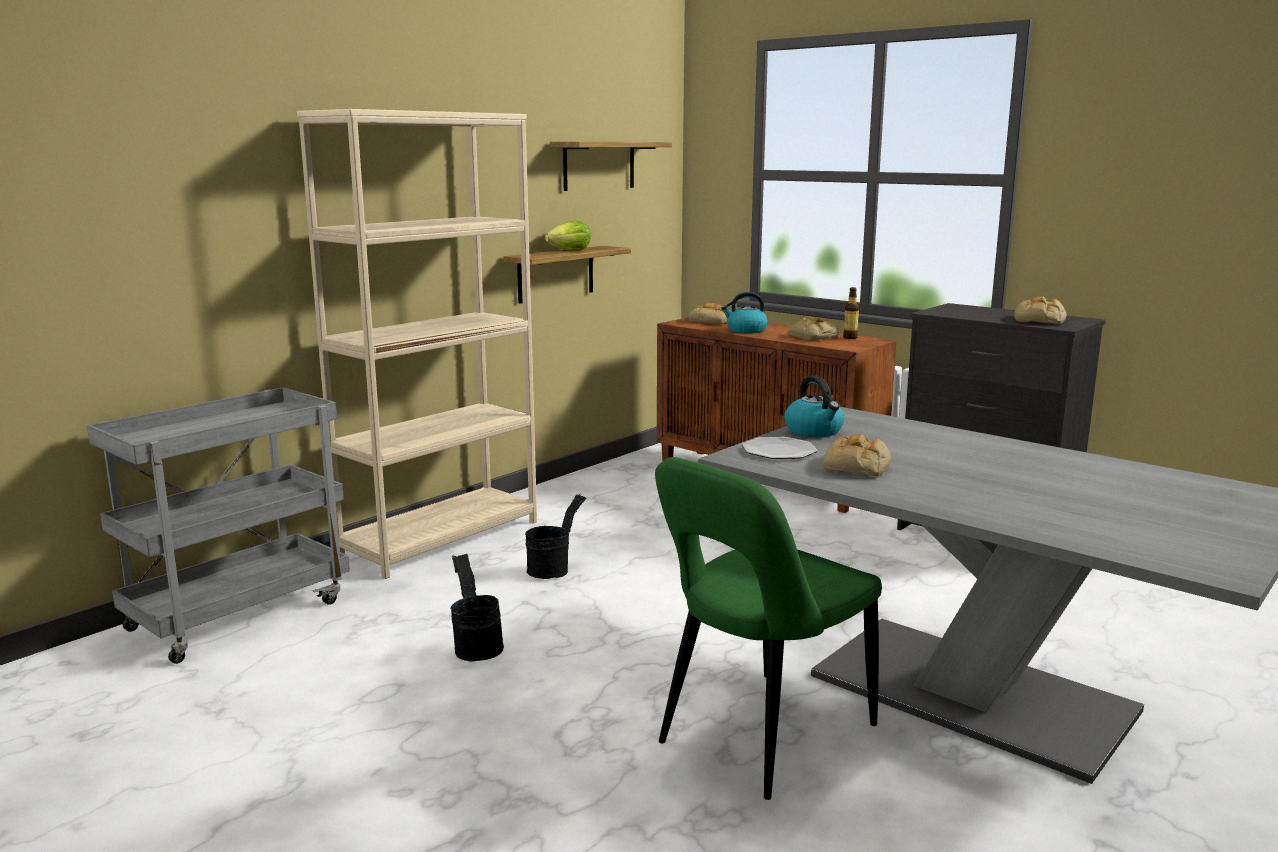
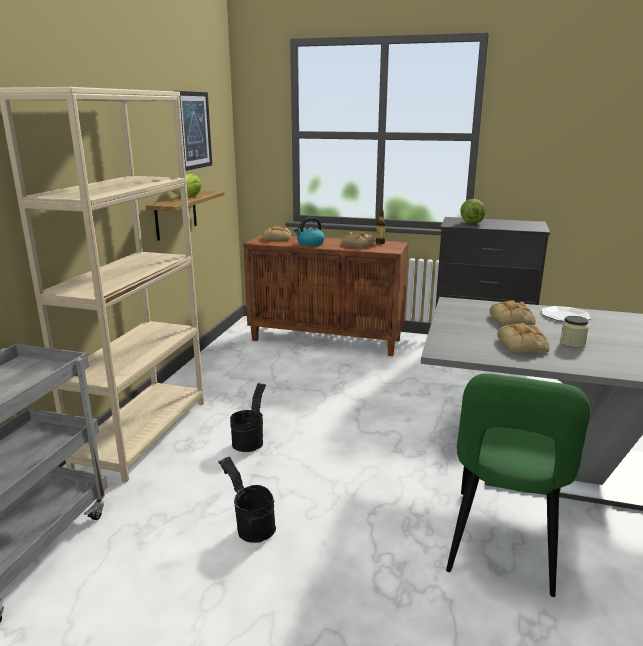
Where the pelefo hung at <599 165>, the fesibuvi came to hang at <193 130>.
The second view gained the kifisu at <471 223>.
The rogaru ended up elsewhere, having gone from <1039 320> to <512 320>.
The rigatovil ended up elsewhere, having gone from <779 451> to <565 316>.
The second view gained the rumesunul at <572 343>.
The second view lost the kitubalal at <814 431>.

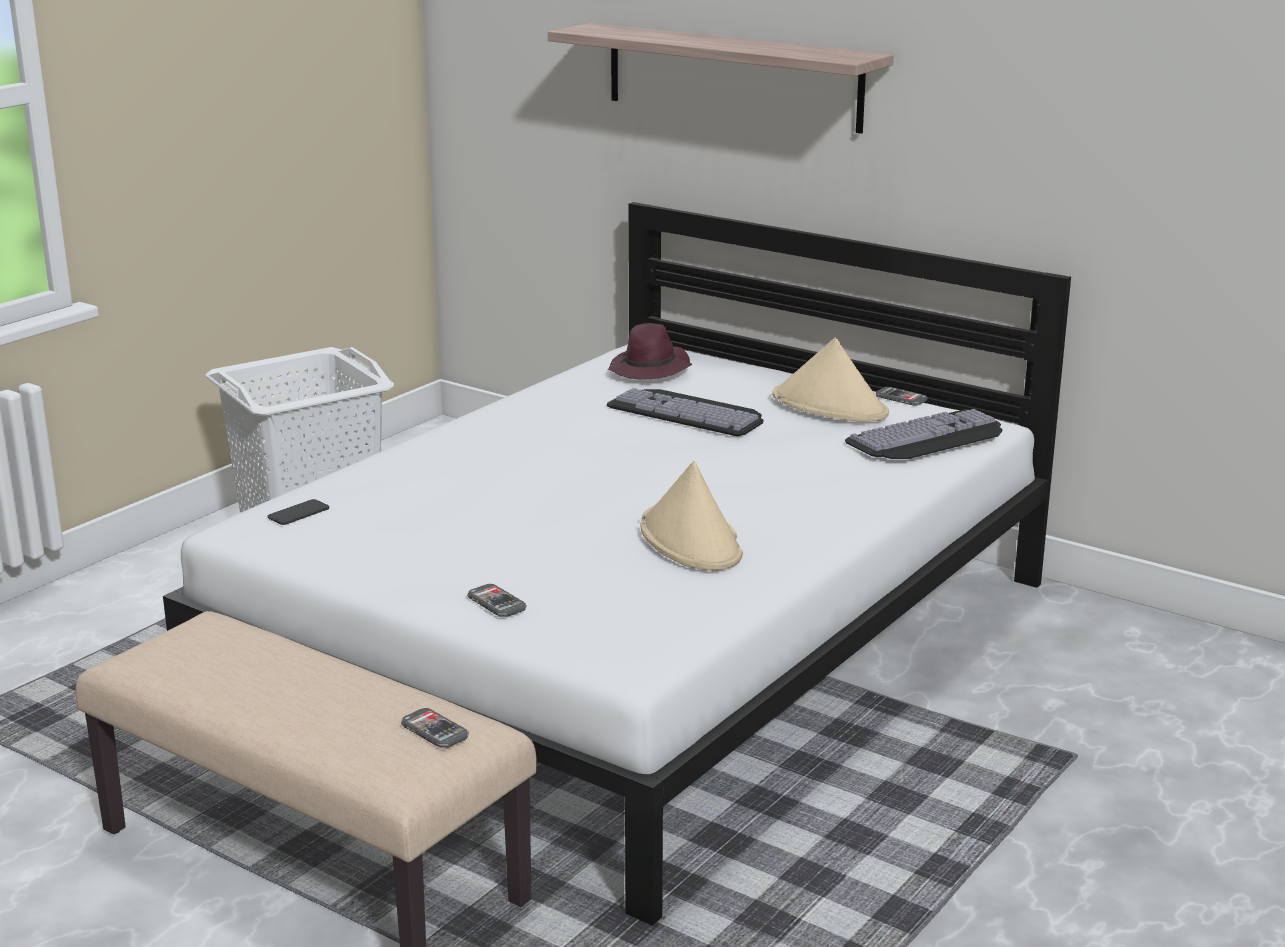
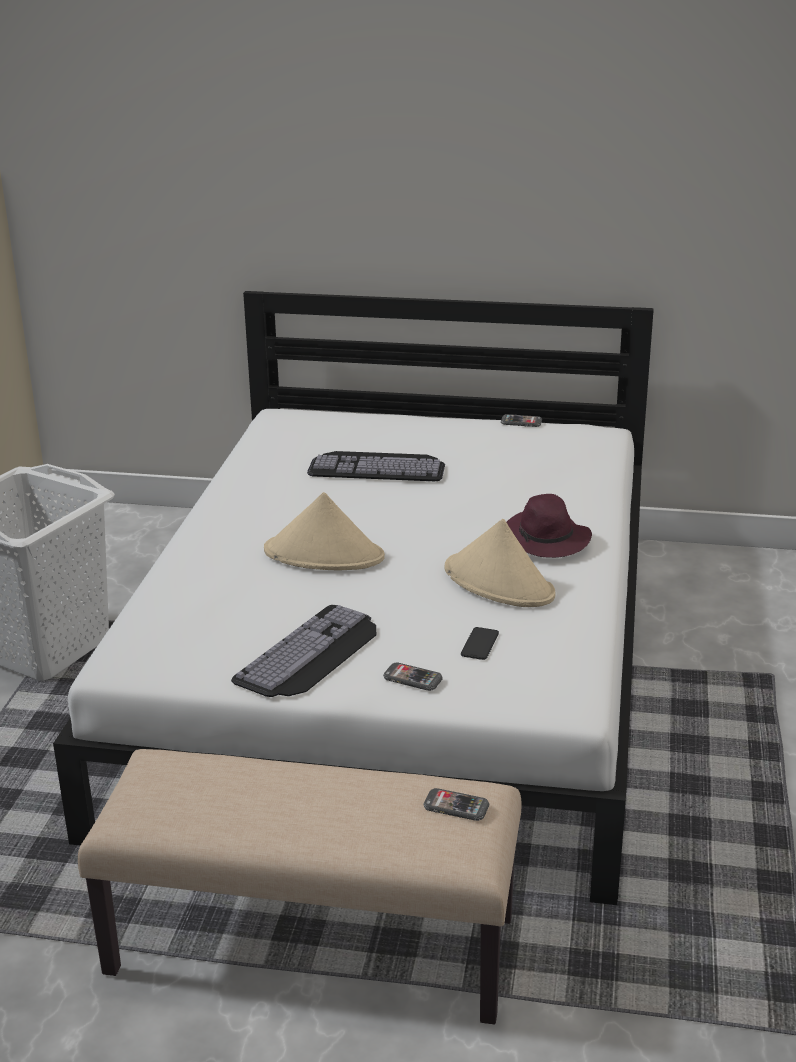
The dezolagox ended up elsewhere, having gone from <929 438> to <312 654>.
The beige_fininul ended up elsewhere, having gone from <830 405> to <324 554>.
The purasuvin ended up elsewhere, having gone from <298 513> to <480 644>.
The purple_fininul ended up elsewhere, having gone from <650 370> to <546 540>.
The second view lost the pelefo at <732 77>.

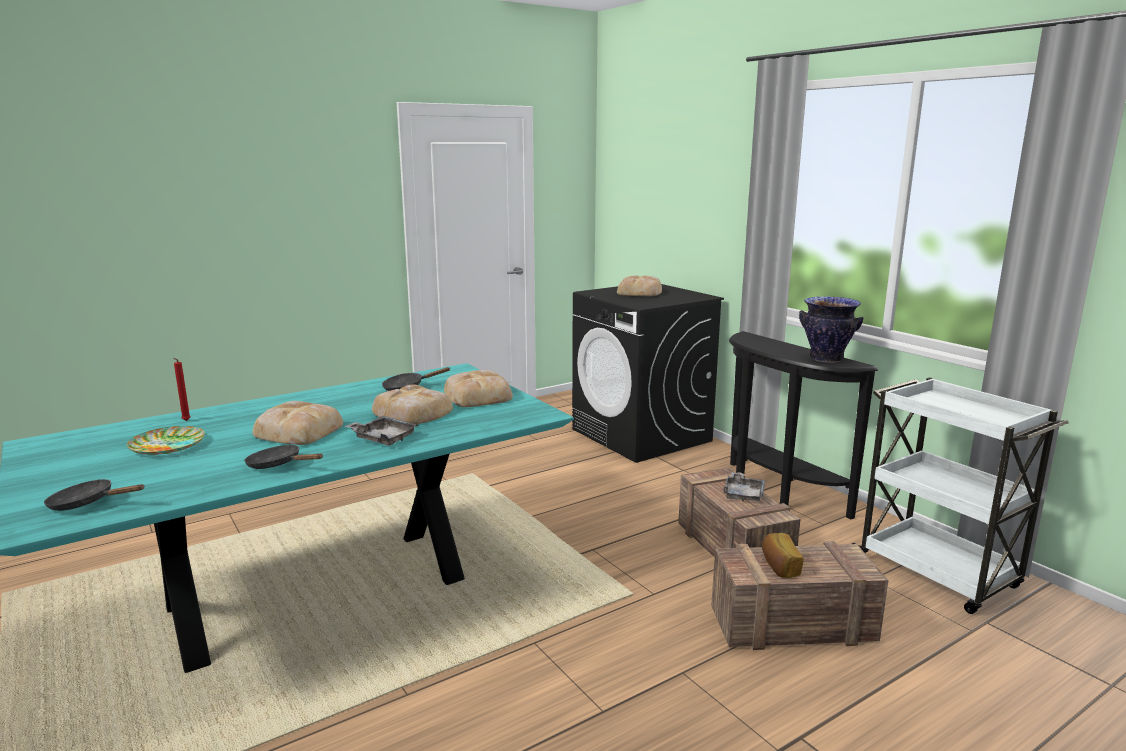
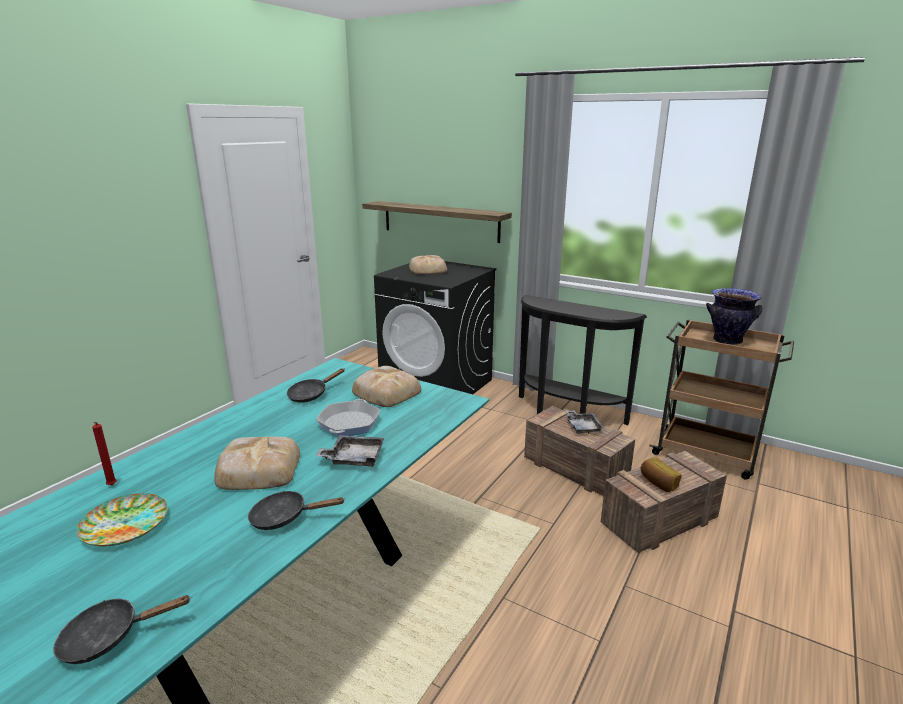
Where the rogaru stood at <413 413>, the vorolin came to stand at <349 423>.
The second view gained the pelefo at <440 221>.
What was the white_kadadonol at <938 574> turned into the brown_kadadonol at <707 454>.
The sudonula ended up elsewhere, having gone from <826 359> to <727 341>.

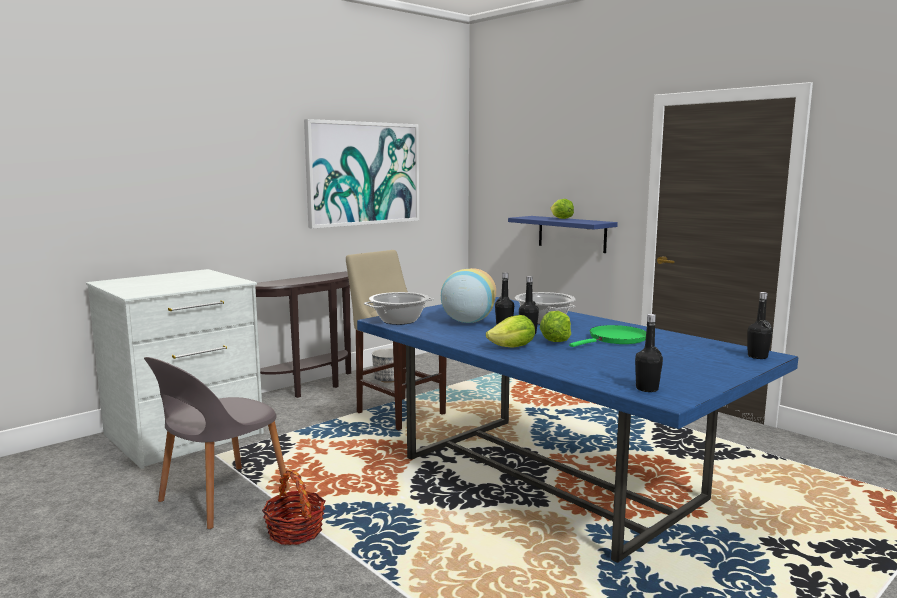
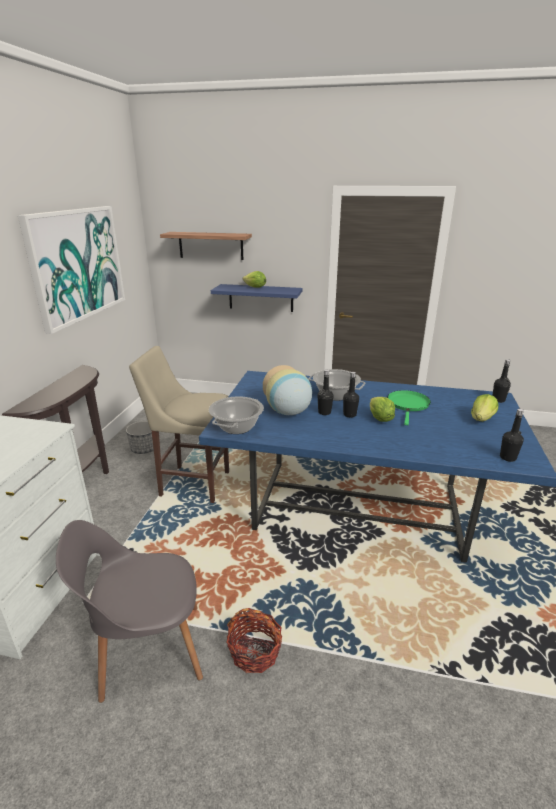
The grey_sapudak at <221 497> ended up facing another way, 75 degrees clockwise from before.
The second view gained the pelefo at <211 245>.
The kifisu ended up elsewhere, having gone from <513 347> to <482 419>.

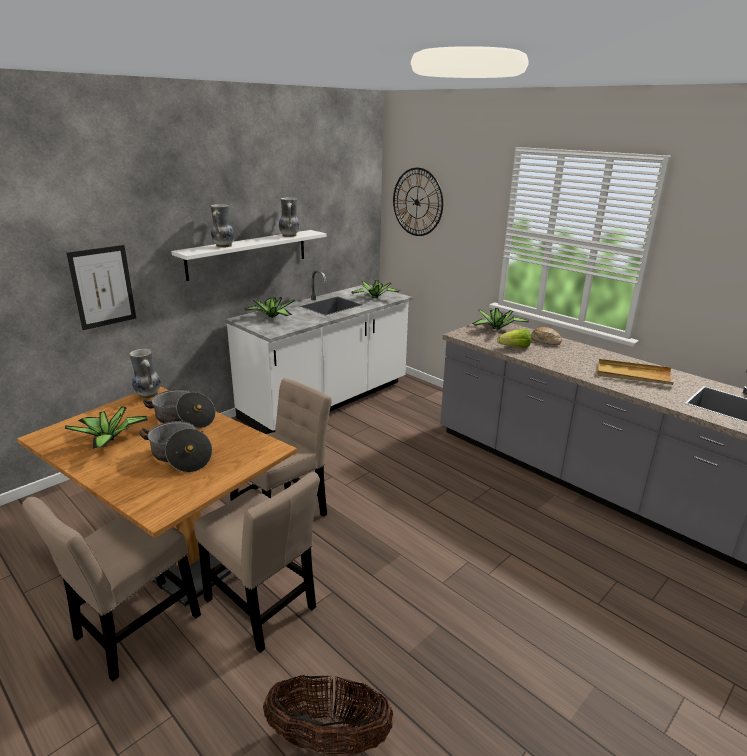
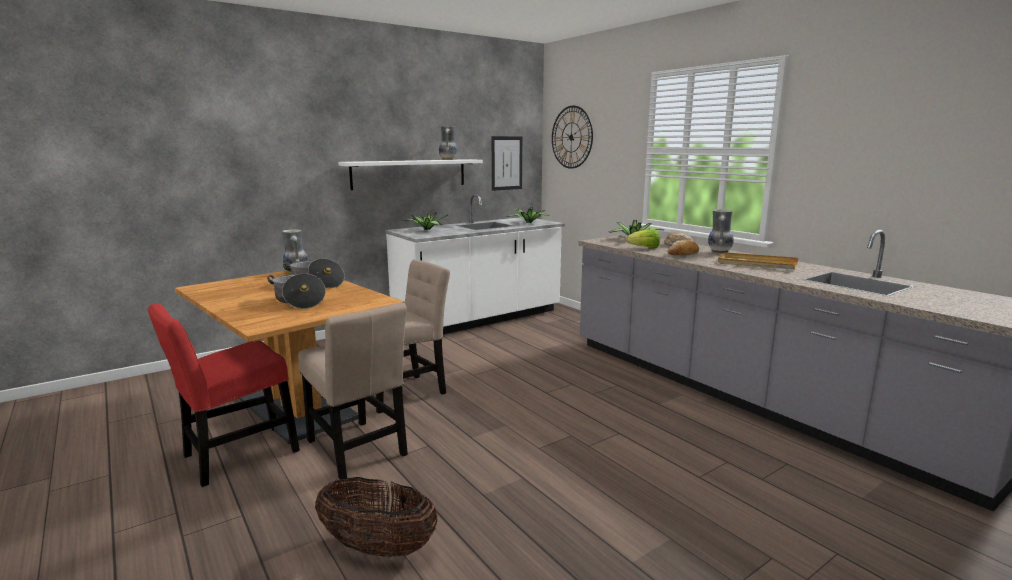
What was the beige_sapudak at <133 631> turned into the red_sapudak at <235 456>.
The fesibuvi ended up elsewhere, having gone from <103 287> to <506 163>.
The second view gained the rogaru at <682 254>.
The sudonula ended up elsewhere, having gone from <223 246> to <719 252>.
The second view lost the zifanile at <109 440>.

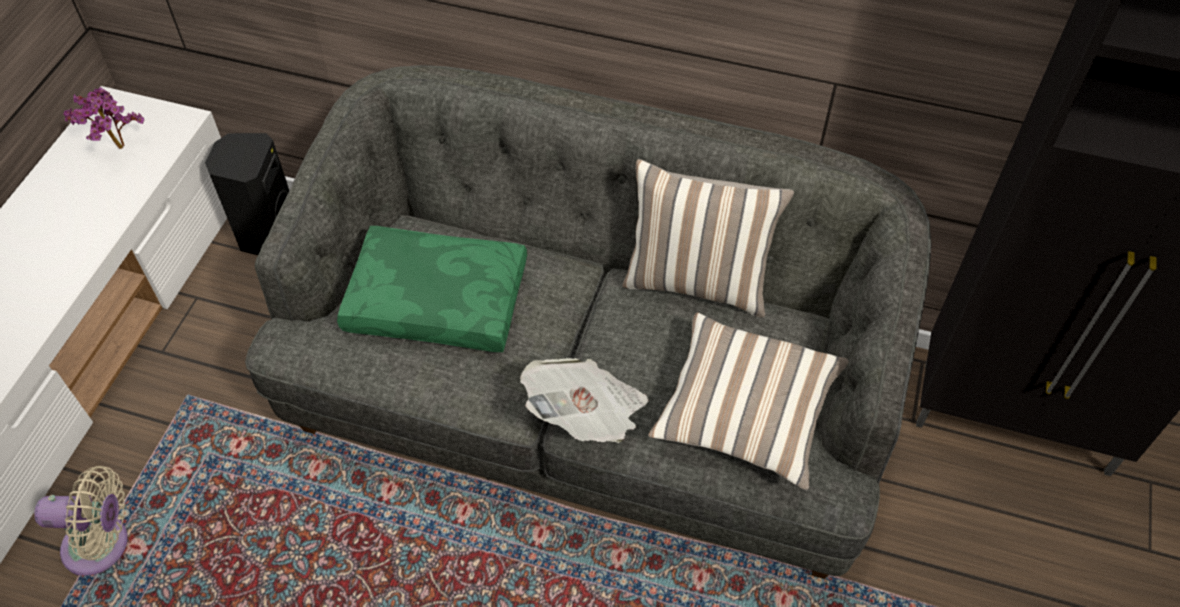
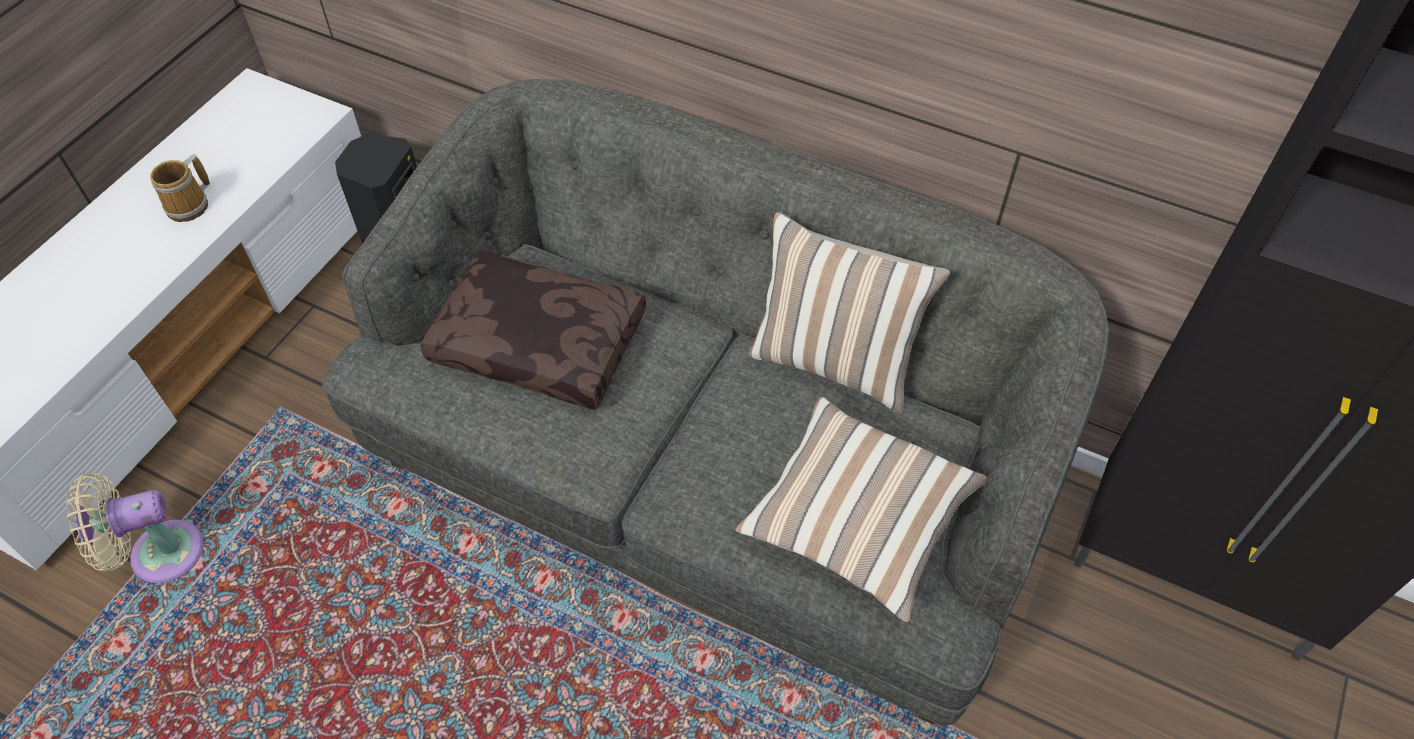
The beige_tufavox at <103 546> ended up facing another way, 150 degrees clockwise from before.
The second view gained the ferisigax at <190 205>.
What was the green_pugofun at <439 299> turned into the brown_pugofun at <541 341>.
The second view lost the zifanile at <118 151>.
The second view lost the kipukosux at <587 415>.

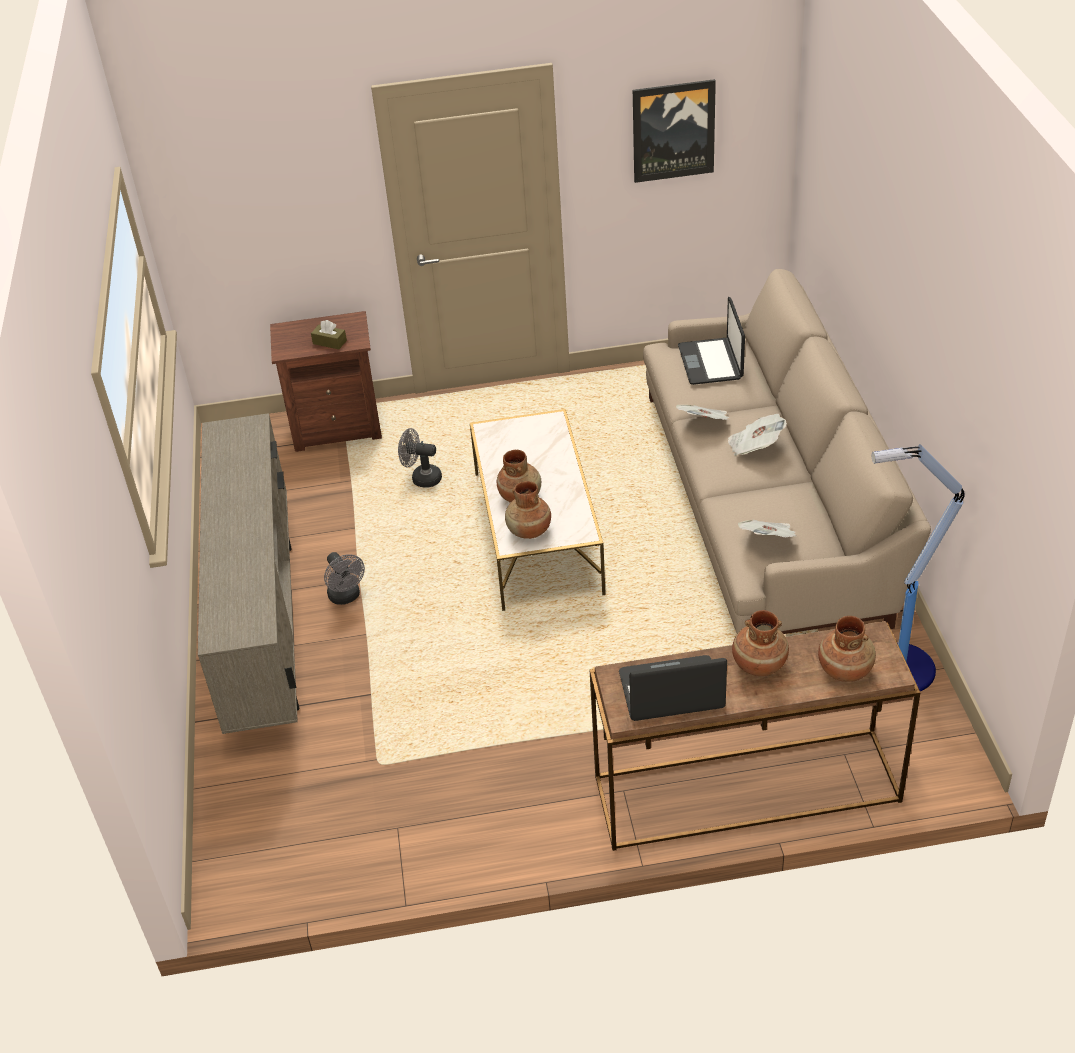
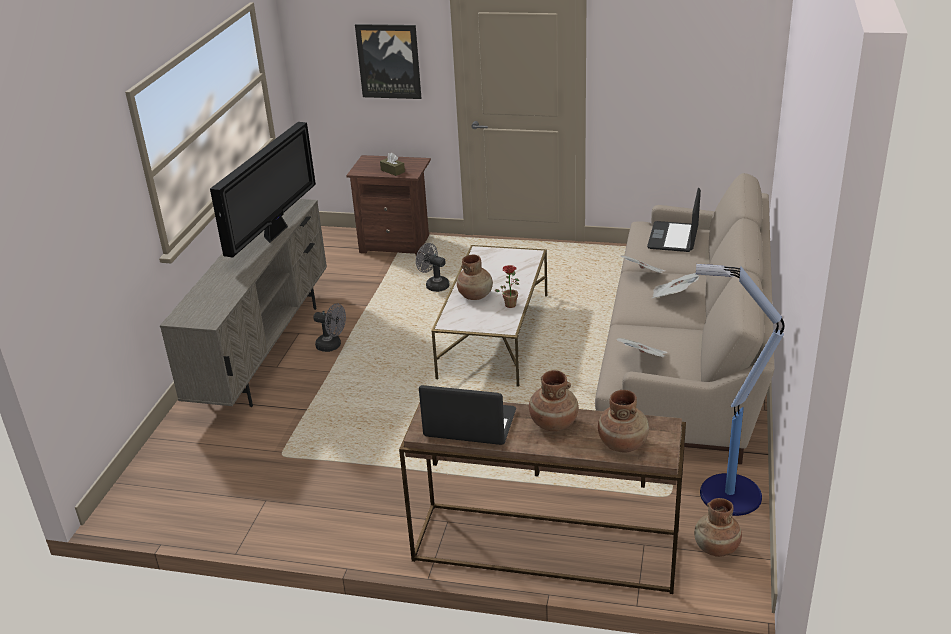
The second view gained the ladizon at <275 233>.
The grey_tufavox at <346 597> ended up facing another way, 60 degrees counterclockwise from before.
The fesibuvi ended up elsewhere, having gone from <673 130> to <389 61>.
The second view gained the zifanile at <510 303>.
The brown_sudonula ended up elsewhere, having gone from <529 531> to <716 548>.

